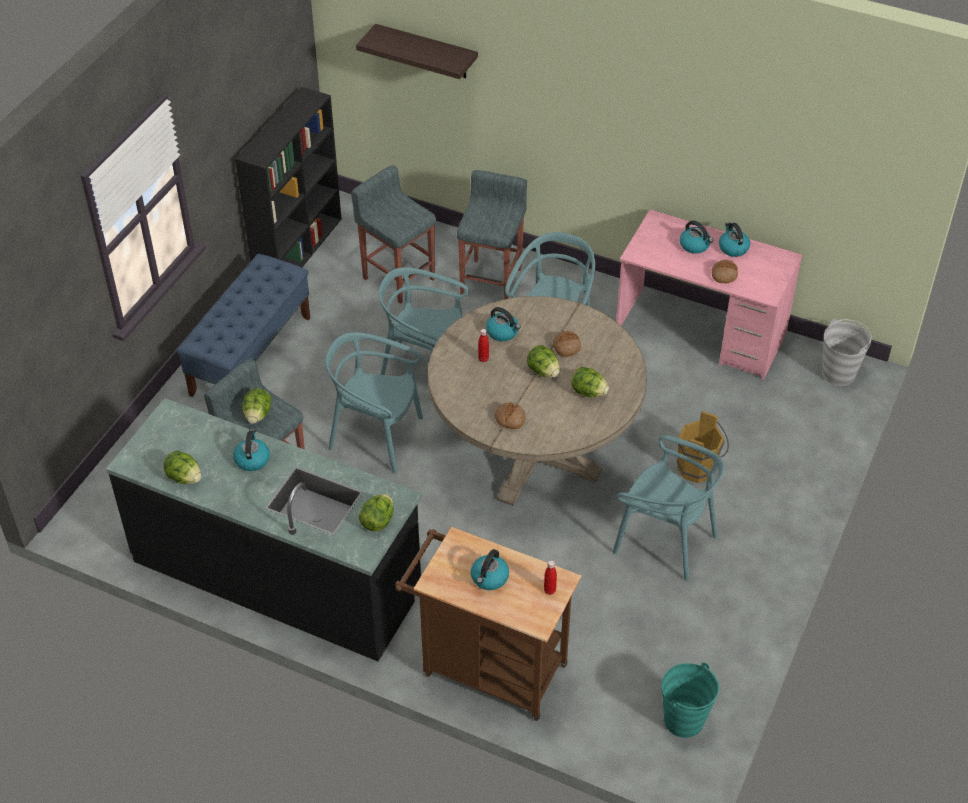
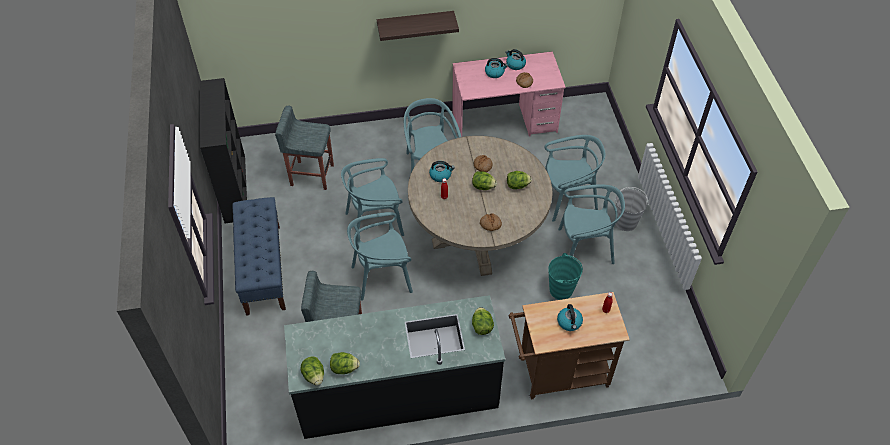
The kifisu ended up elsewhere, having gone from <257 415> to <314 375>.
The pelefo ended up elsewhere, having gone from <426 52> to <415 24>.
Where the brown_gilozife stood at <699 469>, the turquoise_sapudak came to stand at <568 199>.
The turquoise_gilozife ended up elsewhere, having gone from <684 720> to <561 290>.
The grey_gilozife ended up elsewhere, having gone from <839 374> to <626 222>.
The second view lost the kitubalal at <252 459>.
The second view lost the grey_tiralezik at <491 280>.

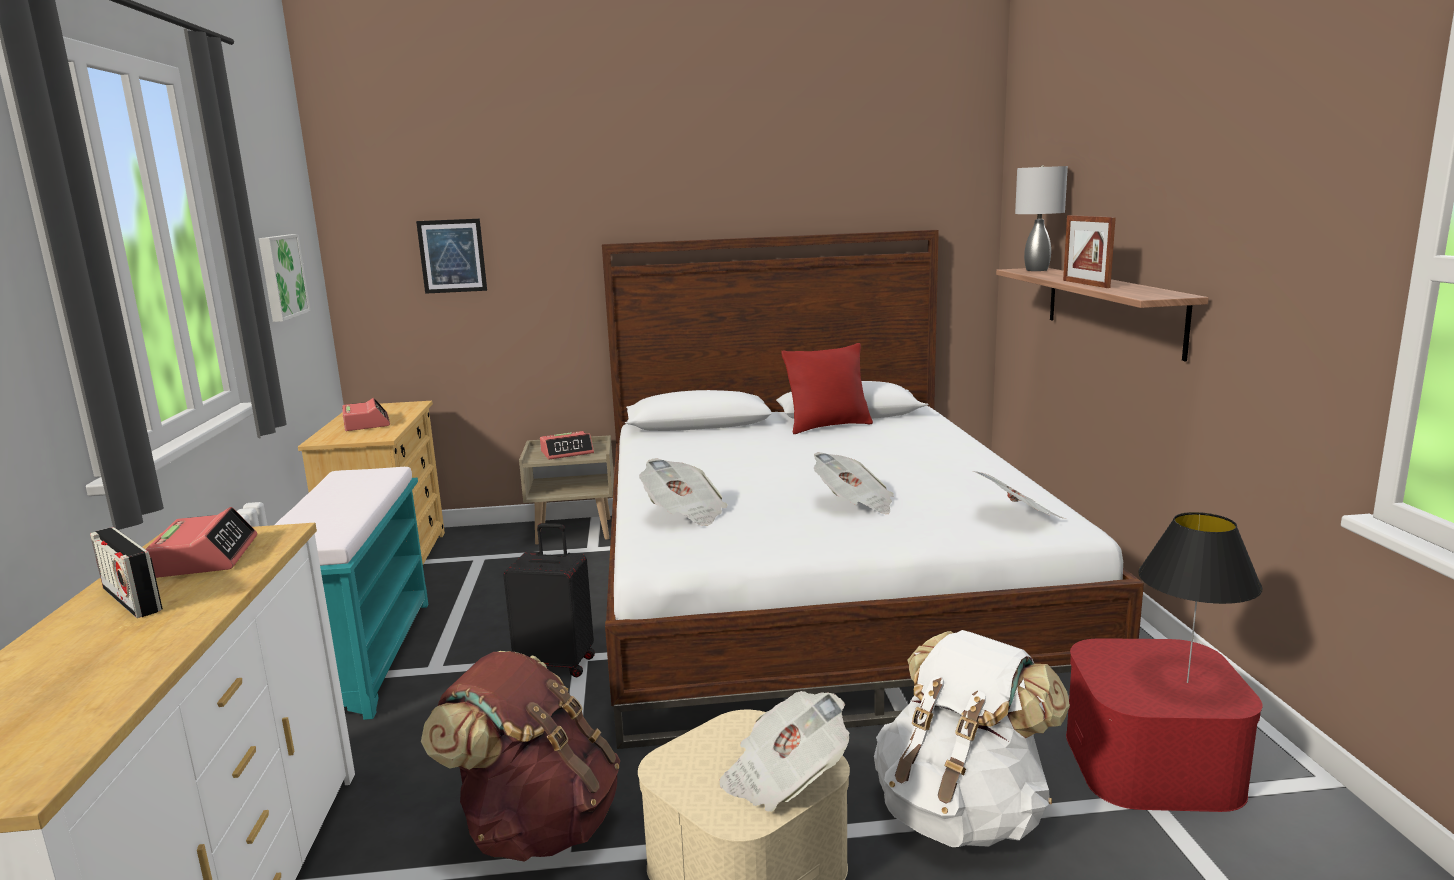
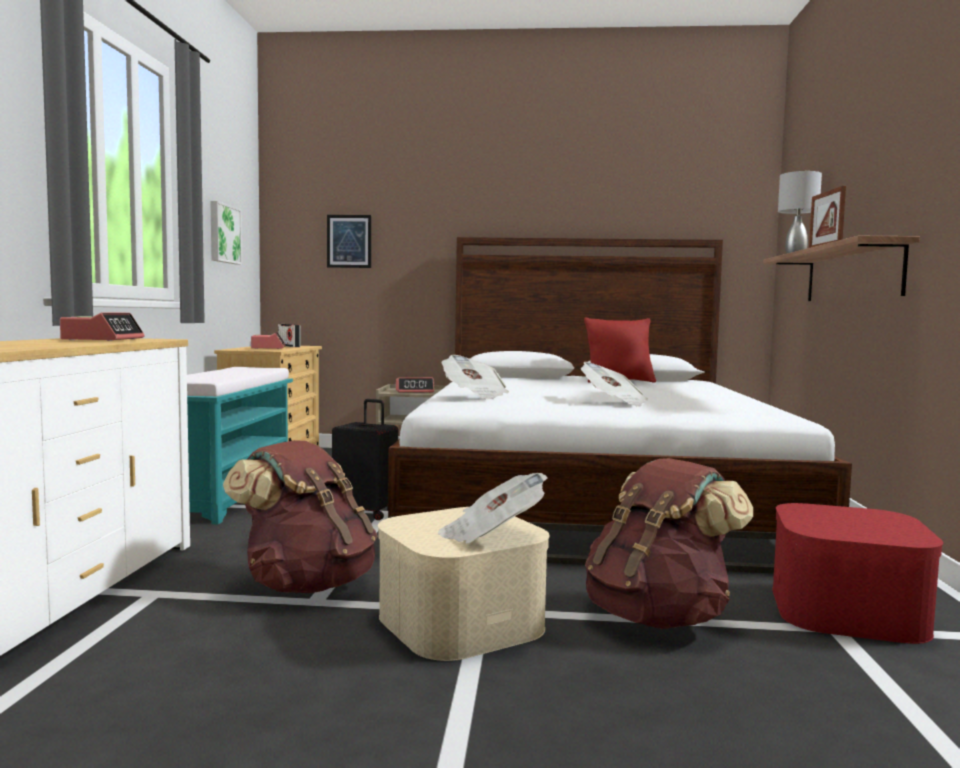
The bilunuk ended up elsewhere, having gone from <132 600> to <289 346>.
What was the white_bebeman at <961 813> turned into the brown_bebeman at <658 617>.
The second view lost the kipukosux at <1017 517>.
The second view lost the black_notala at <1186 682>.

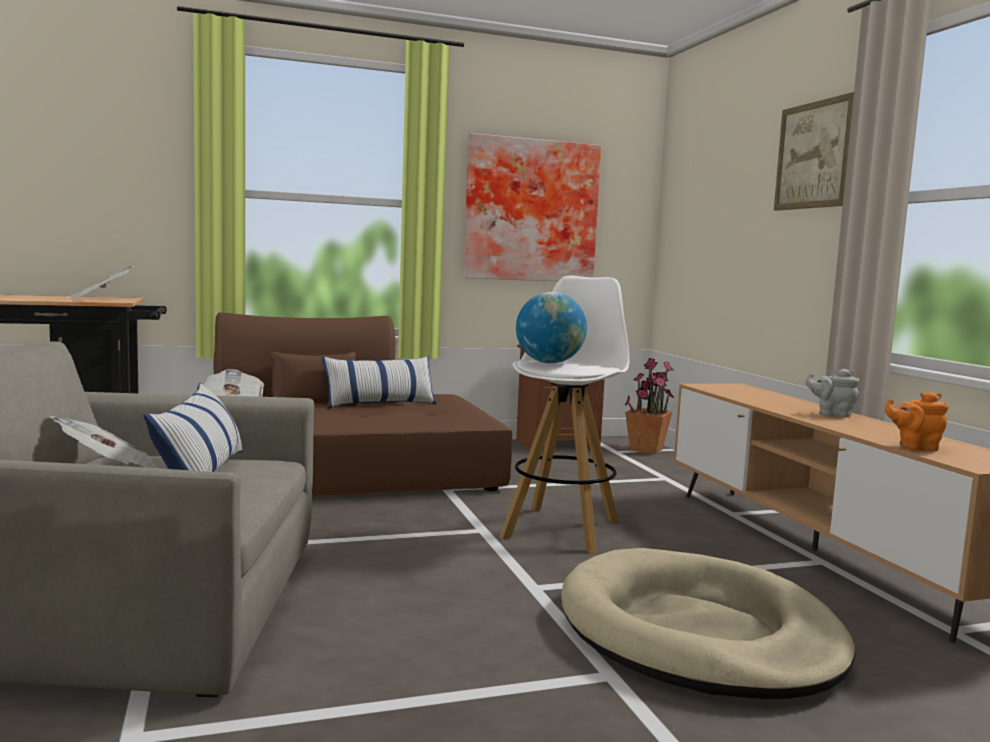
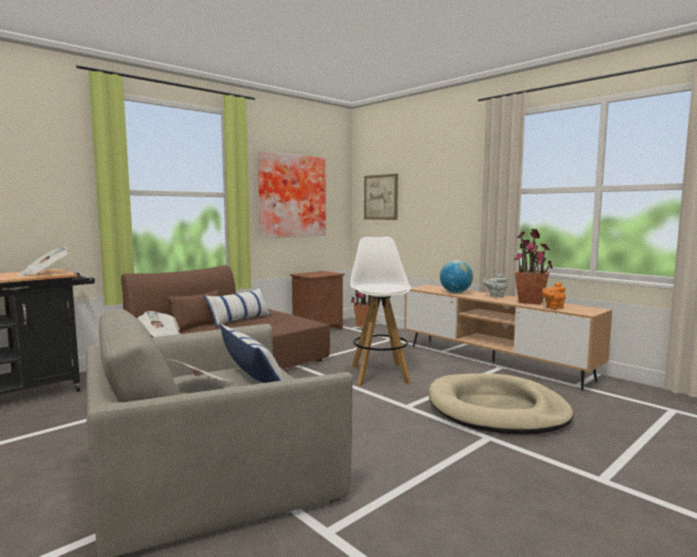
The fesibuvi ended up elsewhere, having gone from <814 155> to <380 197>.
The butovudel ended up elsewhere, having gone from <549 363> to <455 292>.
The second view gained the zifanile at <530 302>.

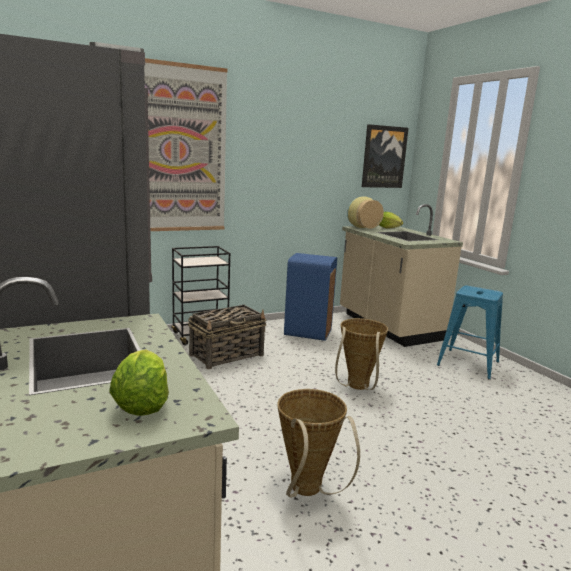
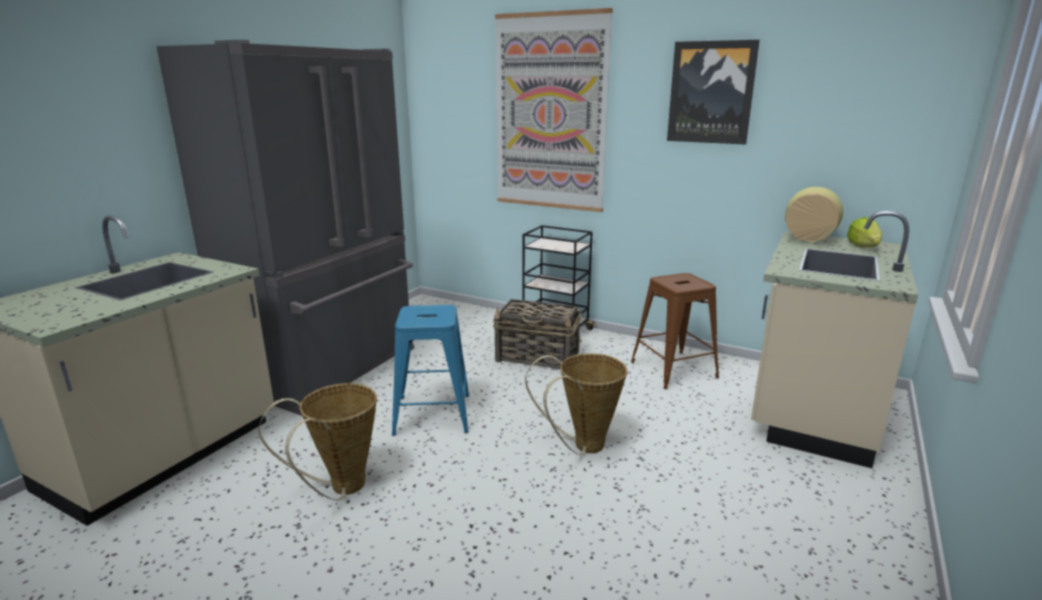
The blue_tiralezik ended up elsewhere, having gone from <468 364> to <432 414>.
Where the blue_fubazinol stood at <308 332>, the brown_tiralezik came to stand at <673 370>.
The fesibuvi ended up elsewhere, having gone from <384 157> to <711 93>.
The second view lost the kifisu at <142 403>.

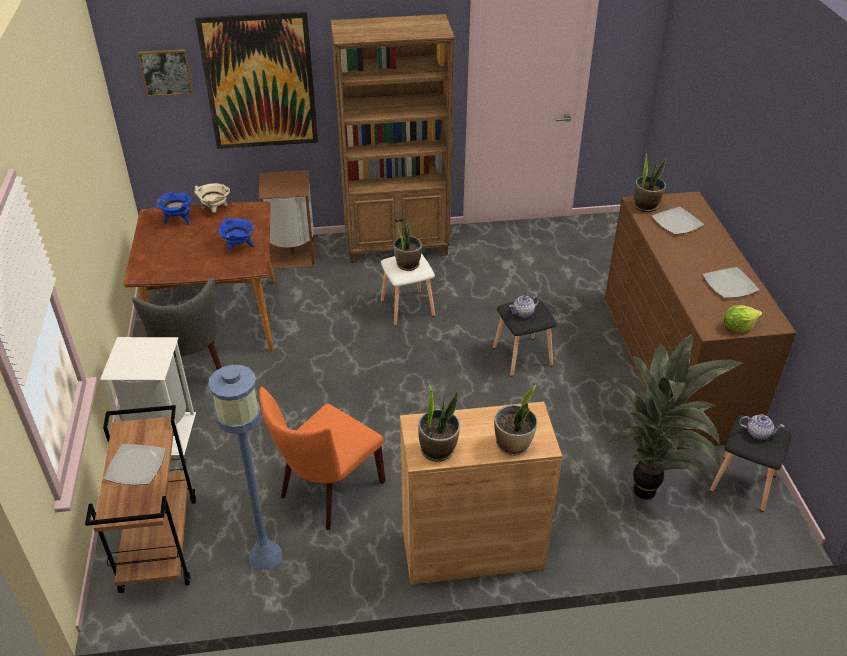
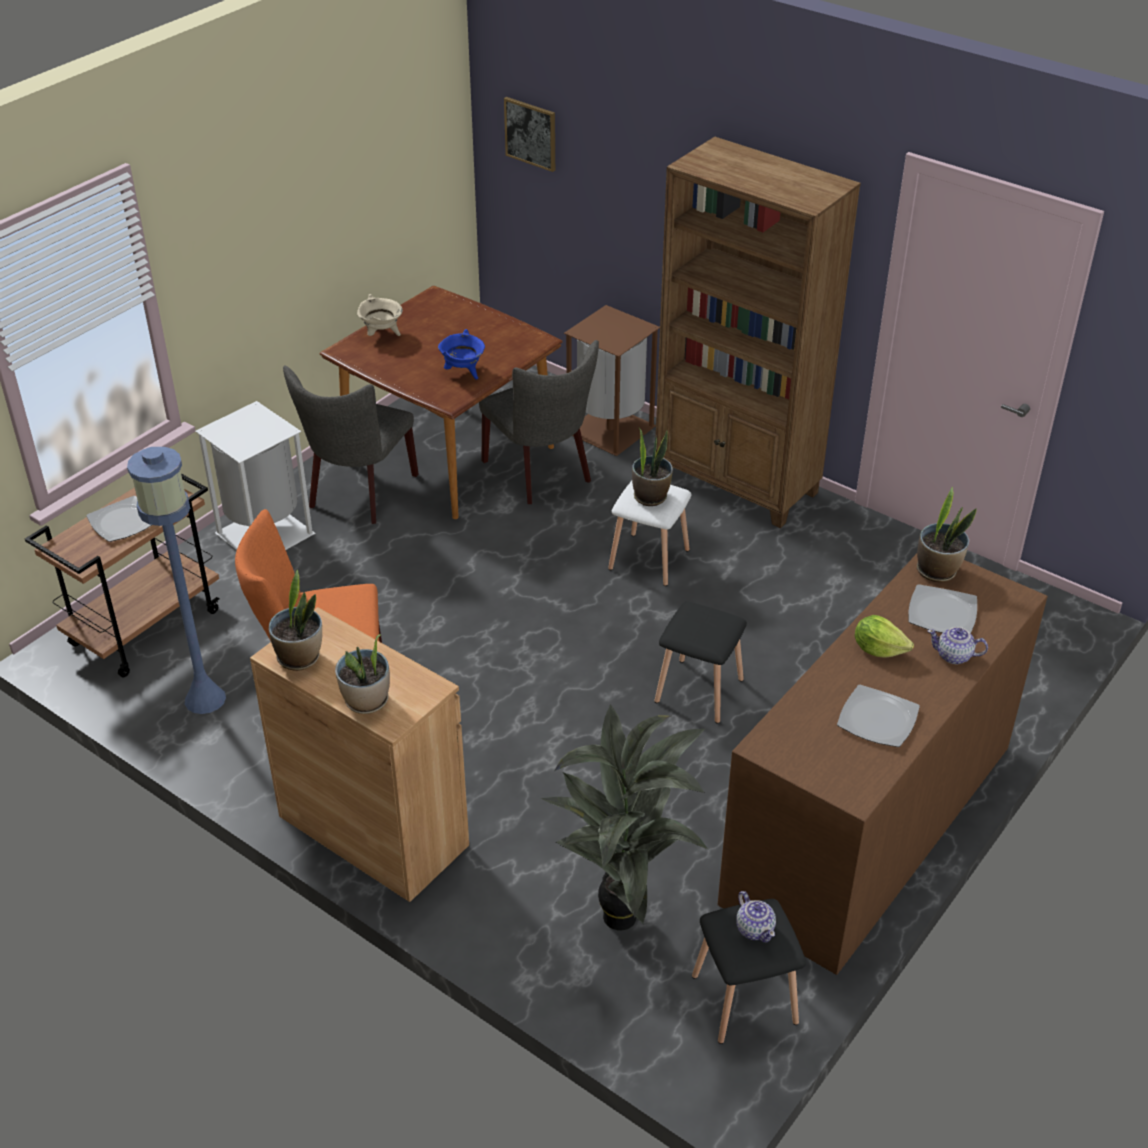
The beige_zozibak ended up elsewhere, having gone from <215 210> to <382 335>.
The second view gained the grey_sapudak at <541 474>.
The kifisu ended up elsewhere, having gone from <738 327> to <878 649>.
The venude ended up elsewhere, having gone from <523 313> to <954 656>.
The second view lost the blue_zozibak at <178 220>.
The second view lost the fesibuvi at <260 82>.

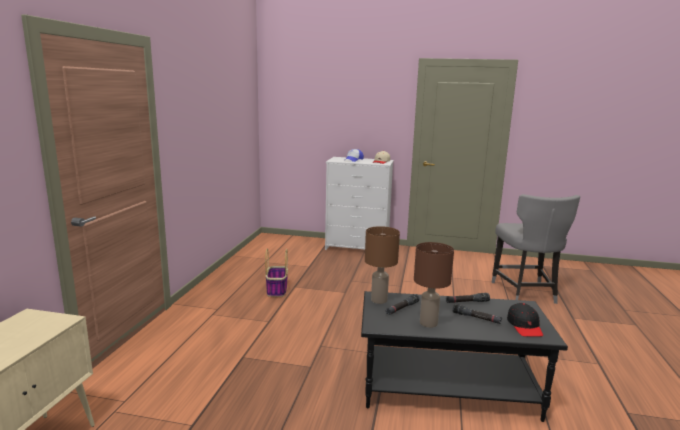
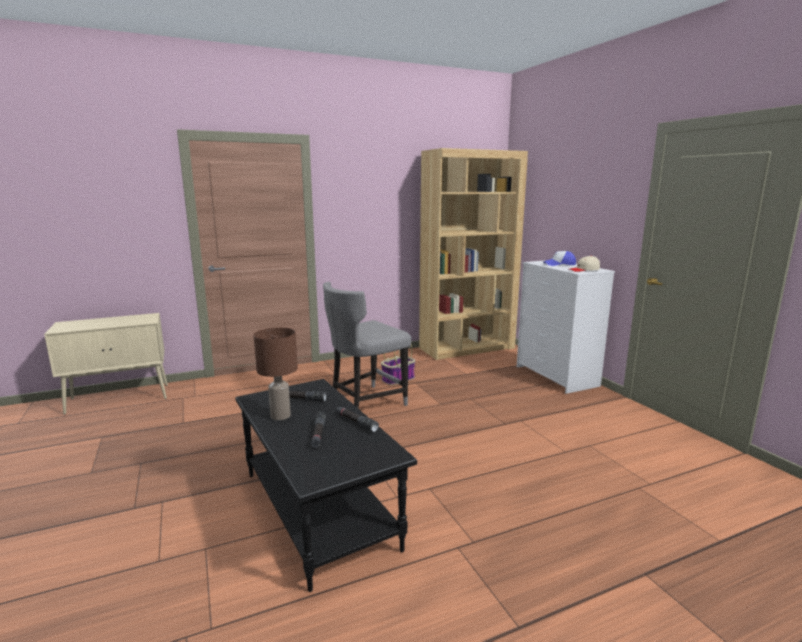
The grey_sapudak ended up elsewhere, having gone from <525 293> to <365 403>.
The second view gained the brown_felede at <467 348>.
The second view lost the brown_notala at <378 300>.
The second view lost the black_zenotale at <524 326>.

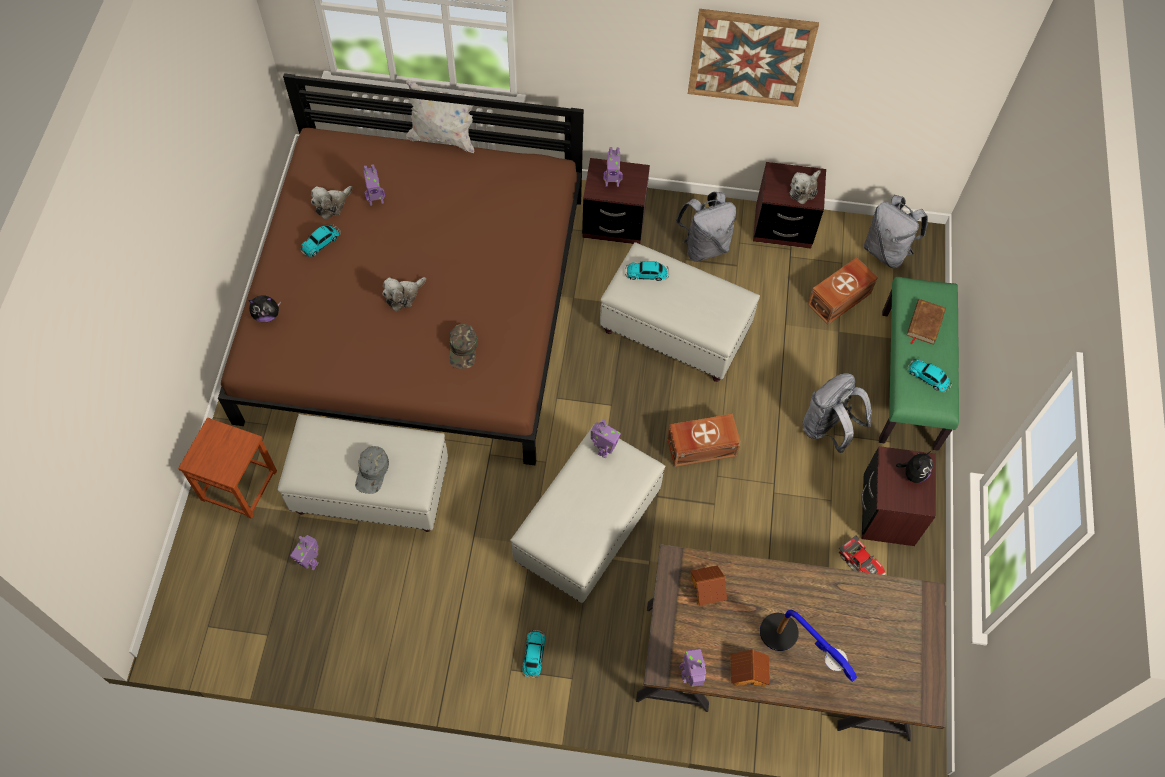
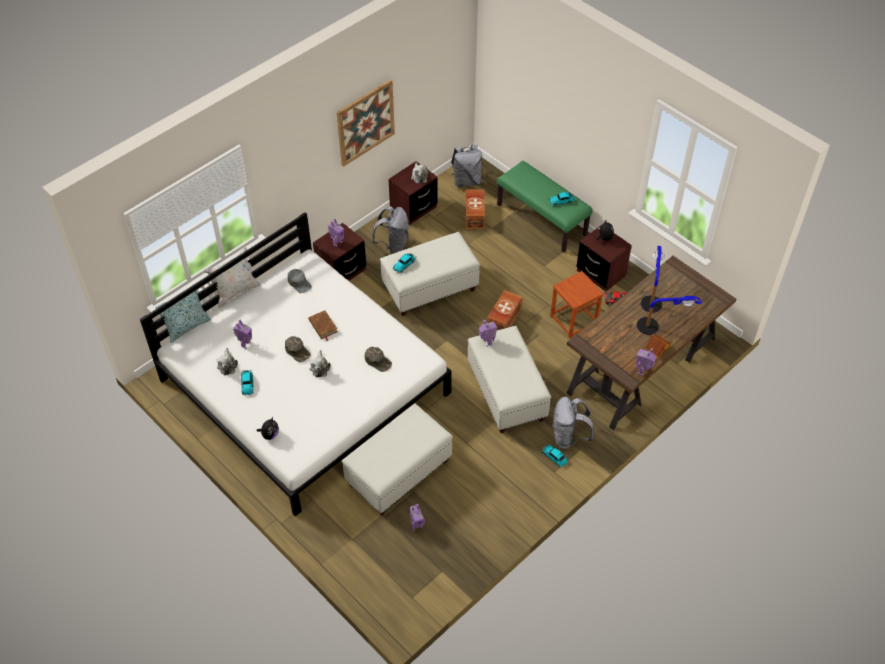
What was the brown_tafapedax at <416 306> turned into the white_tafapedax at <305 386>.
The second view gained the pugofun at <187 327>.
The second view gained the green_zenotale at <297 351>.
The grey_zenotale ended up elsewhere, having gone from <372 472> to <299 283>.
The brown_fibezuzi ended up elsewhere, having gone from <924 323> to <323 326>.
The brown_tiralezik ended up elsewhere, having gone from <239 485> to <573 320>.
The grey_bebeman ended up elsewhere, having gone from <828 429> to <568 437>.
The second view gained the notala at <652 295>.
The second view lost the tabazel at <708 588>.

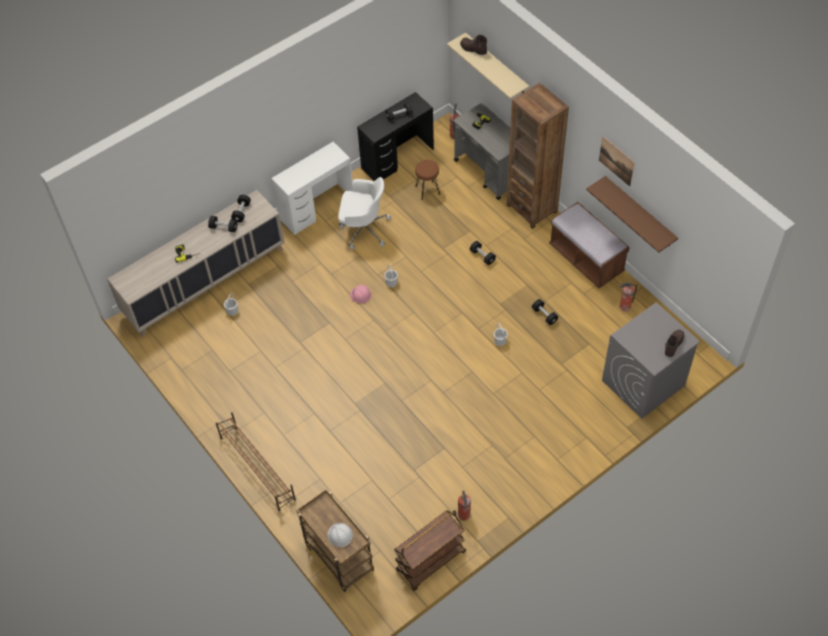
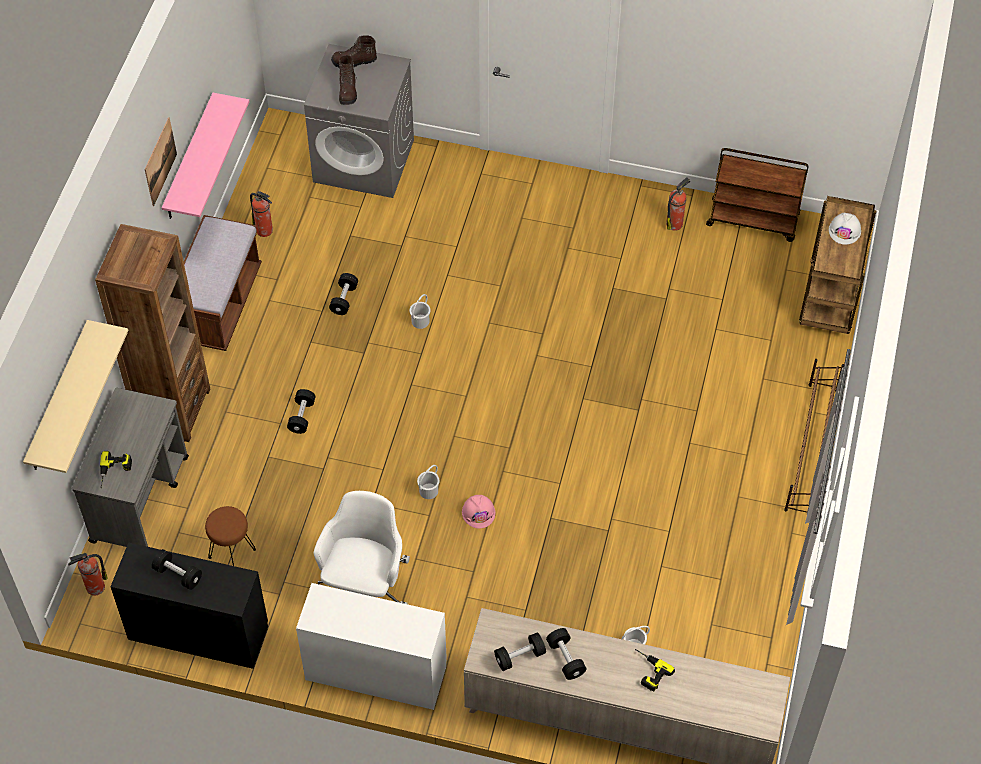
What was the brown_pelefo at <639 212> turned into the pink_pelefo at <189 159>.
The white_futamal at <363 229> ended up facing another way, 45 degrees clockwise from before.
The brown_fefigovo ended up elsewhere, having gone from <473 49> to <348 90>.

